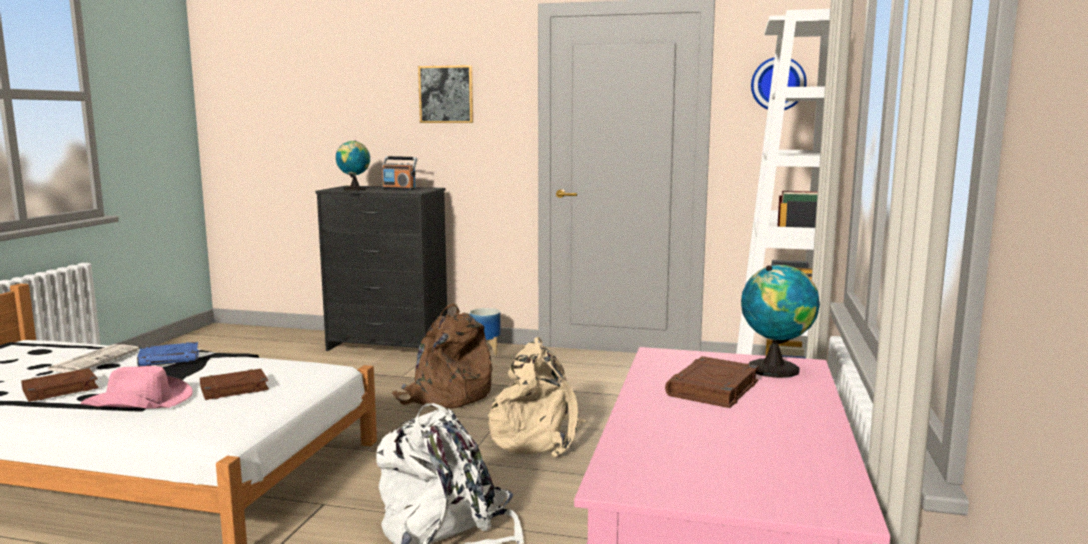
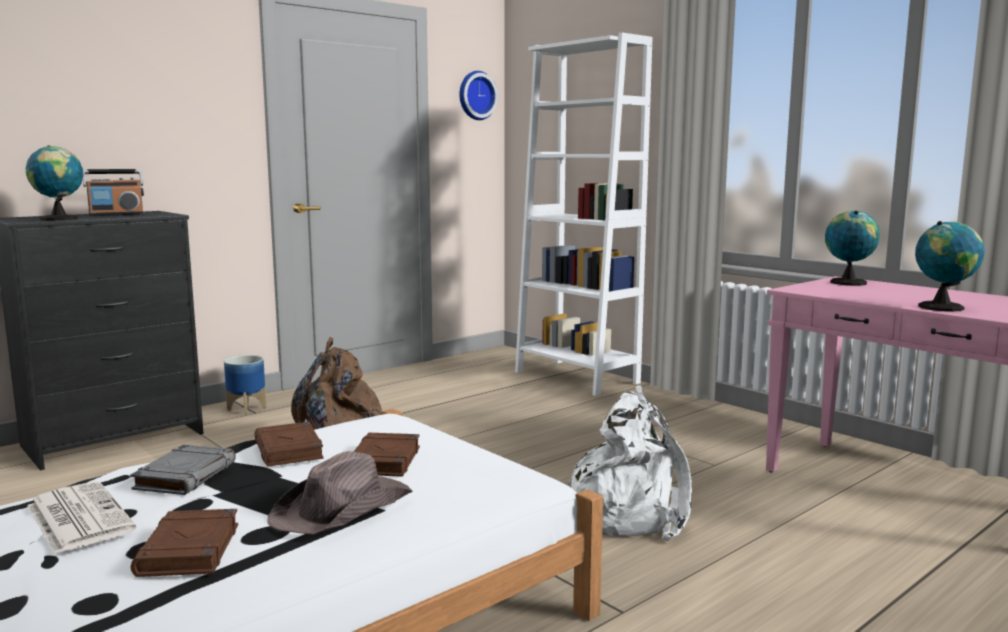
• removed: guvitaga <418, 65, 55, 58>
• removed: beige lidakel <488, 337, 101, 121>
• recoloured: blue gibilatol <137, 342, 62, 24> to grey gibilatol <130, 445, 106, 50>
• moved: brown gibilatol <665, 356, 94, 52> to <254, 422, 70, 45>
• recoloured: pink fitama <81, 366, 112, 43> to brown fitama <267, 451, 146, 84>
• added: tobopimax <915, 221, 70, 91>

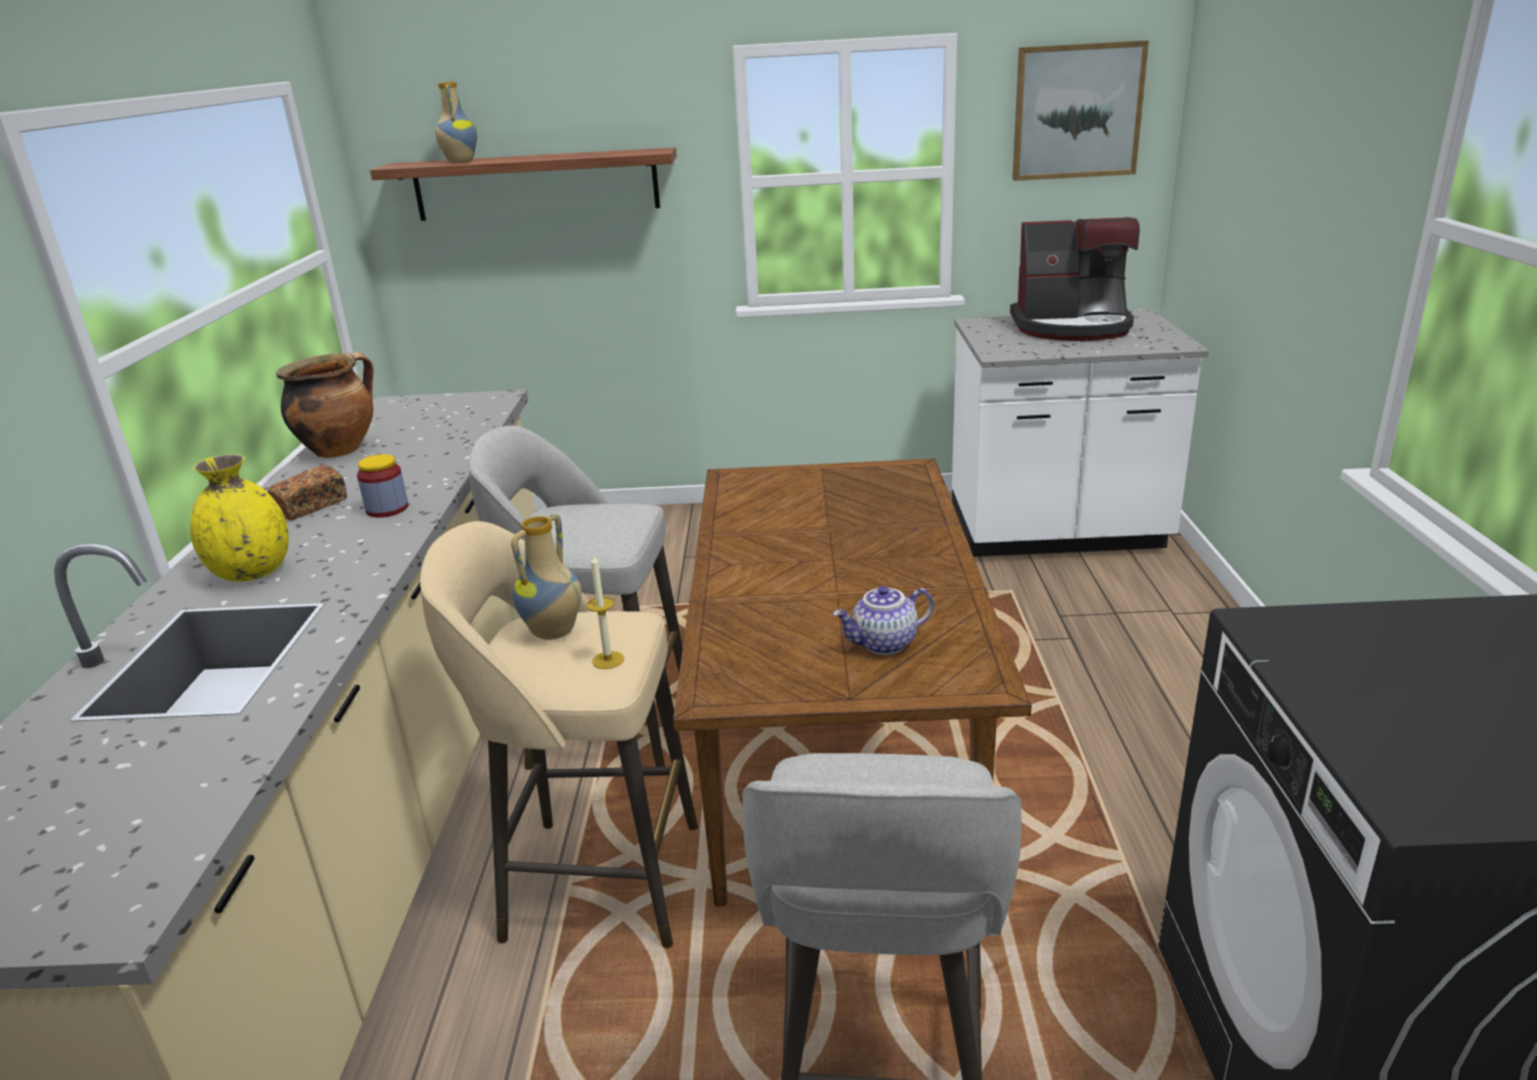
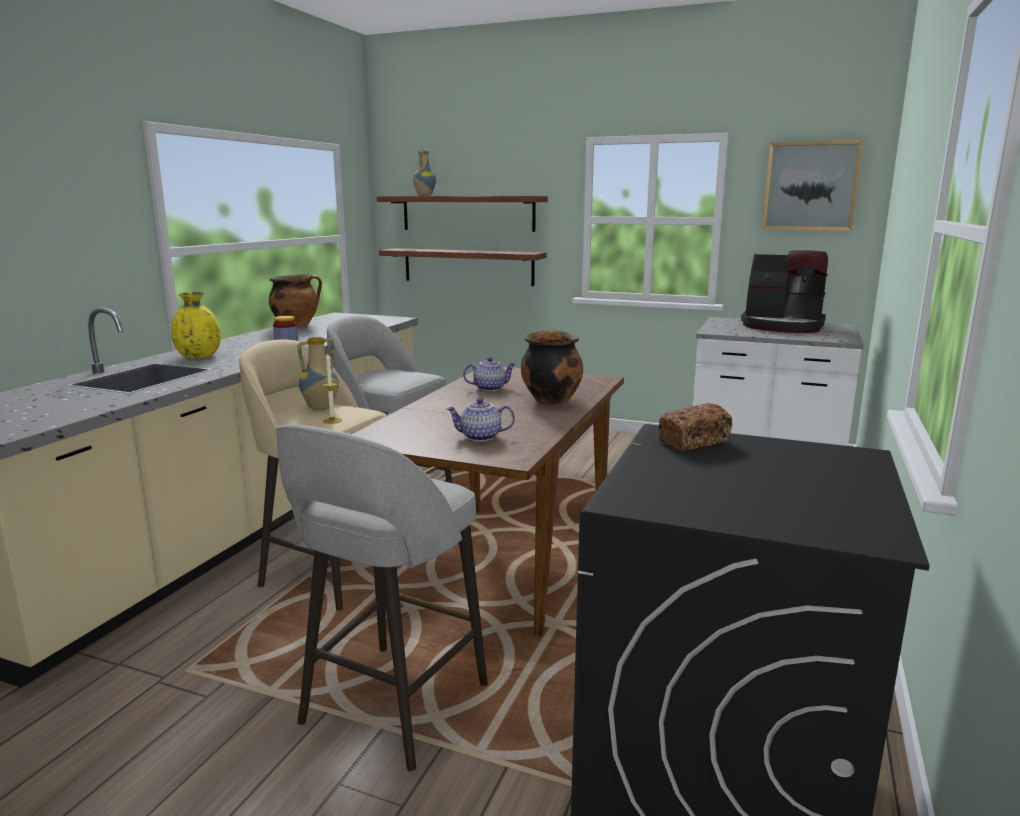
• moved: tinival <268, 465, 79, 55> to <658, 403, 75, 49>
• added: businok <379, 248, 168, 38>
• added: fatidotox <521, 329, 62, 77>
• added: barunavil <463, 357, 53, 34>

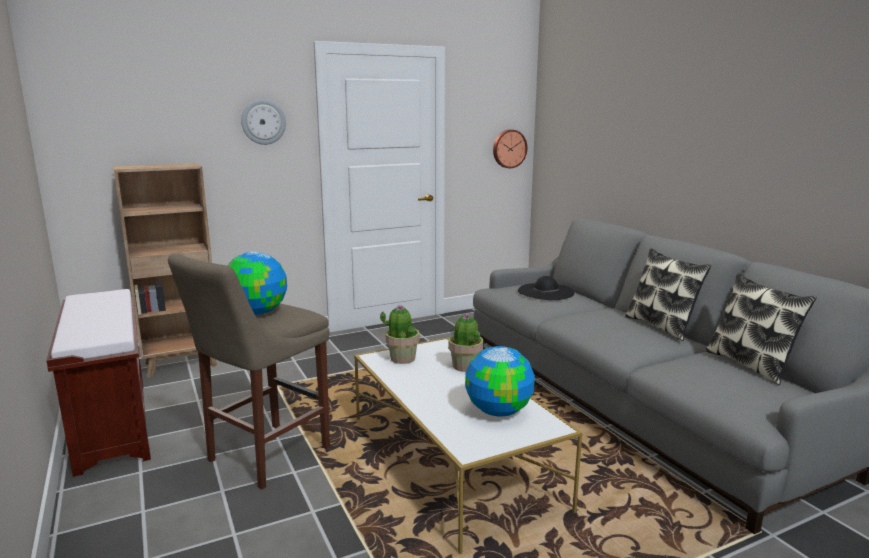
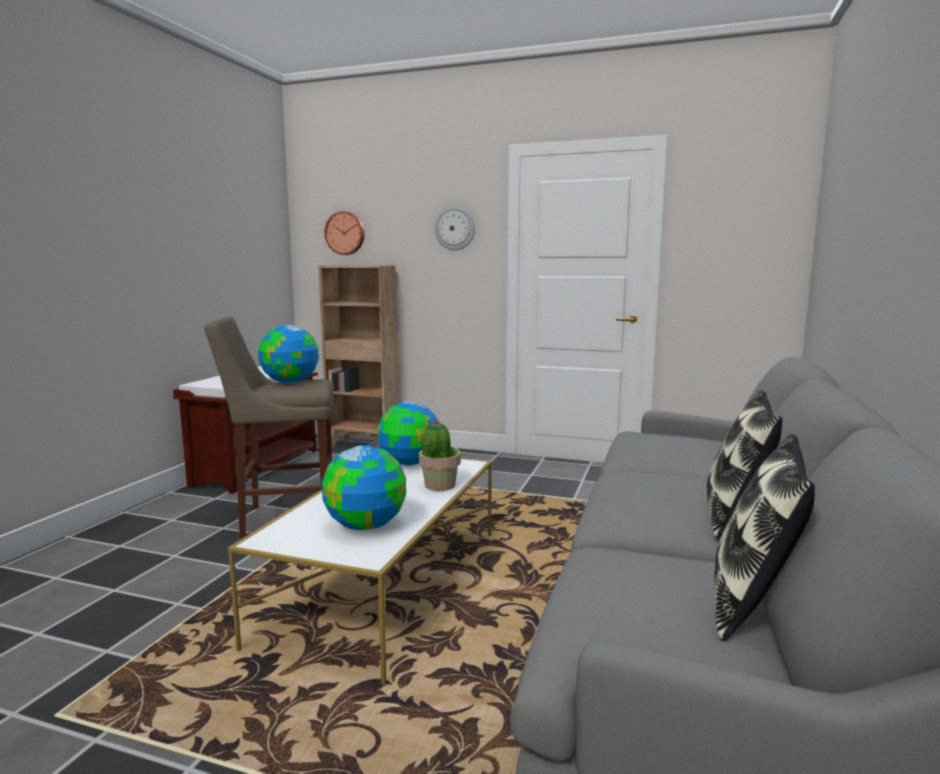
• moved: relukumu <493, 130, 34, 38> to <325, 211, 40, 44>
• removed: black fitama <518, 276, 56, 24>
• replaced: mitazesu <380, 304, 40, 60> to tobopimax <377, 402, 60, 64>

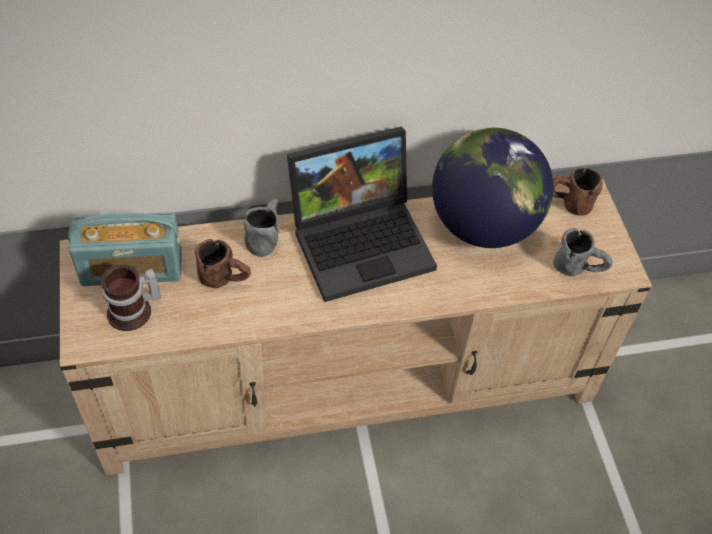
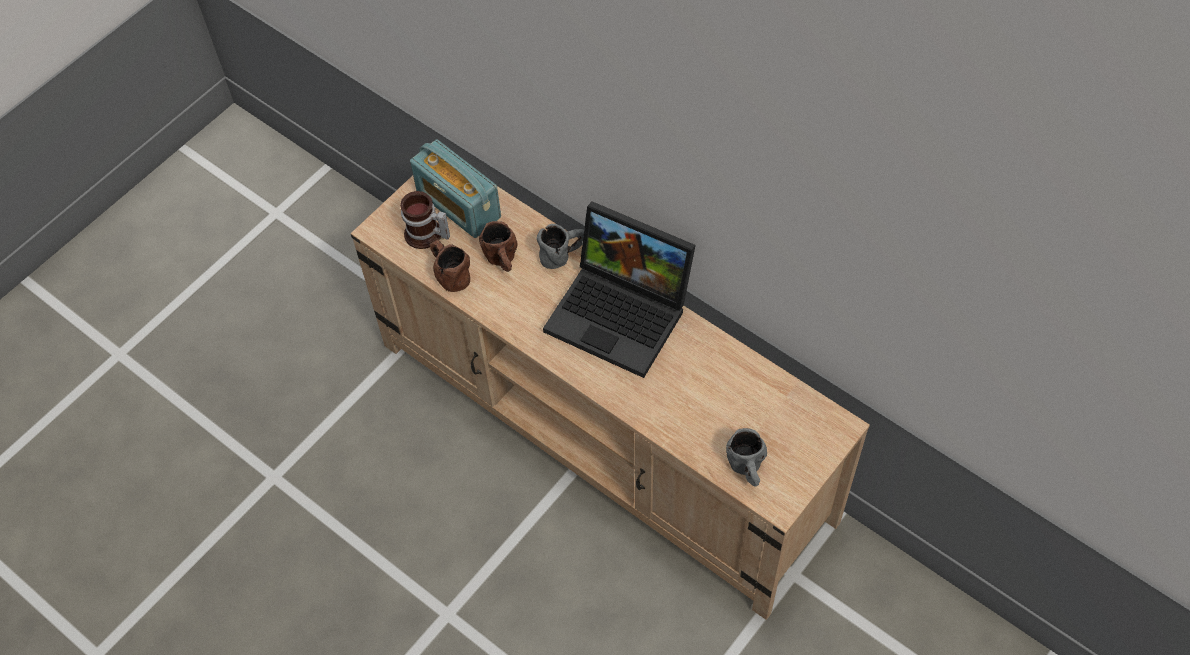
• removed: tobopimax <432, 128, 121, 120>
• moved: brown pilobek <553, 168, 50, 48> to <430, 239, 40, 53>

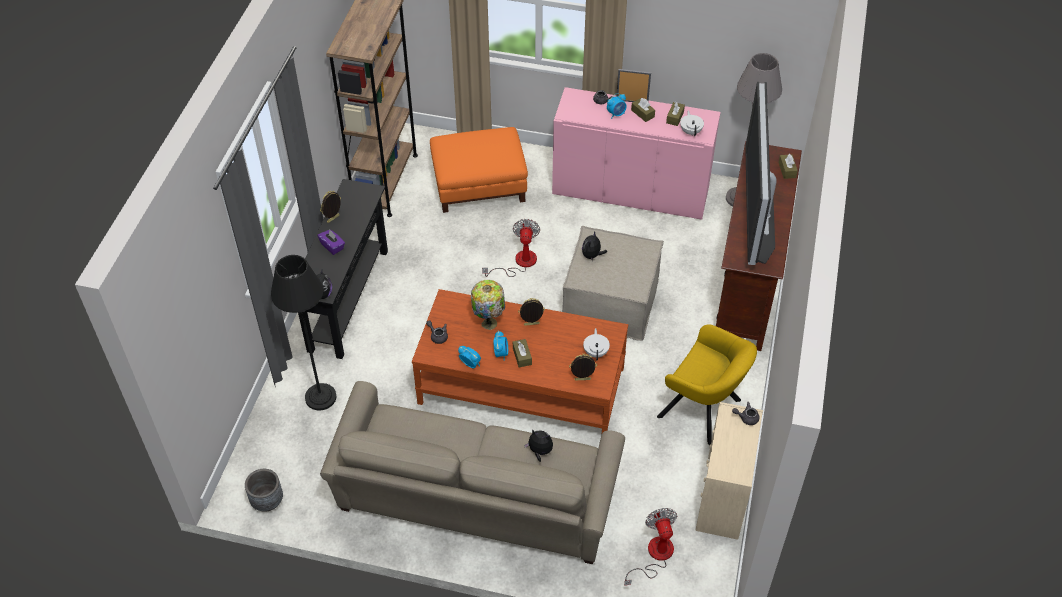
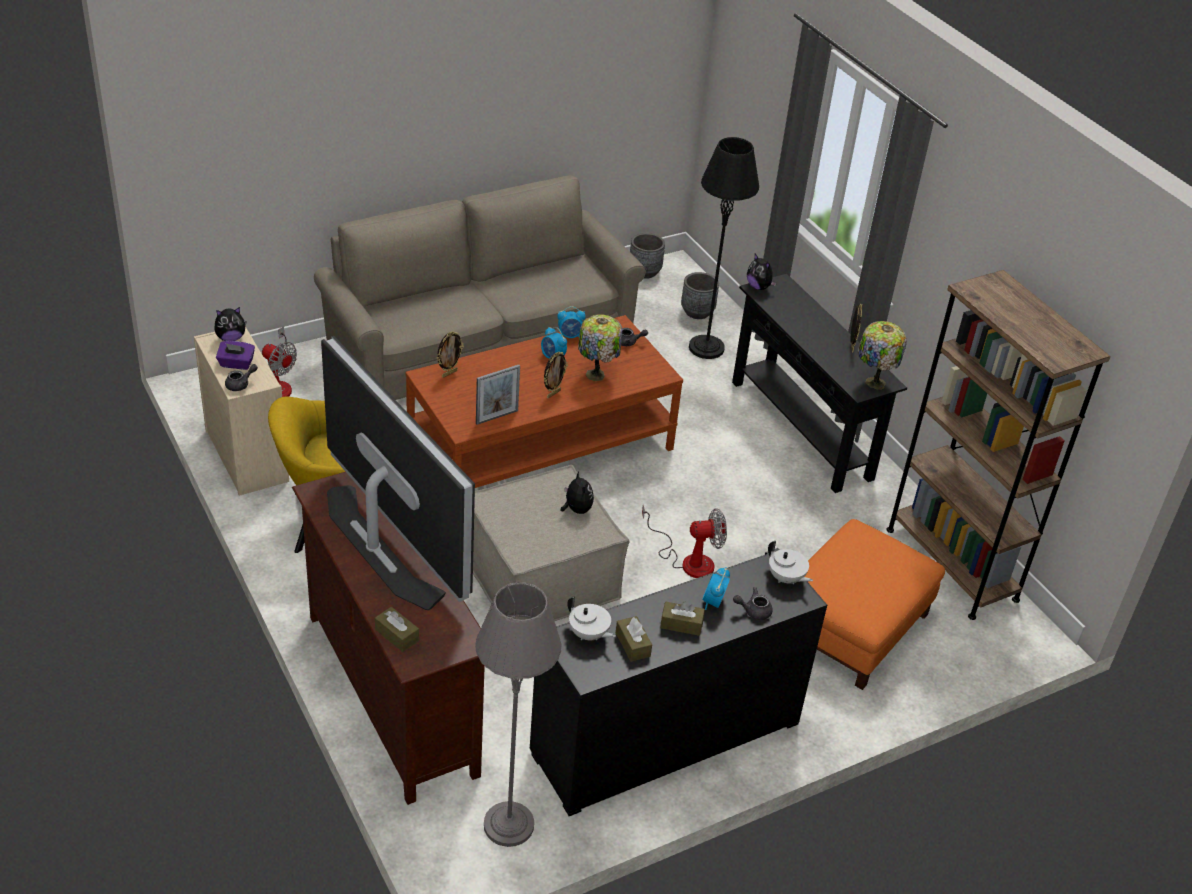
• moved: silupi <617, 69, 34, 33> to <476, 365, 44, 60>
• recoloured: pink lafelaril <552, 87, 169, 133> to black lafelaril <530, 548, 297, 268>
• turned: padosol <482, 219, 58, 58> = <642, 505, 85, 73> 60 degrees counterclockwise
• moved: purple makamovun <318, 230, 27, 25> to <216, 341, 39, 29>
• moved: white barunavil <583, 328, 27, 32> to <768, 541, 45, 43>
• removed: brown makamovun <513, 339, 19, 29>
• moved: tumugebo <524, 429, 29, 33> to <214, 307, 33, 34>
• added: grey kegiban <681, 272, 38, 47>
• added: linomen <858, 321, 49, 69>

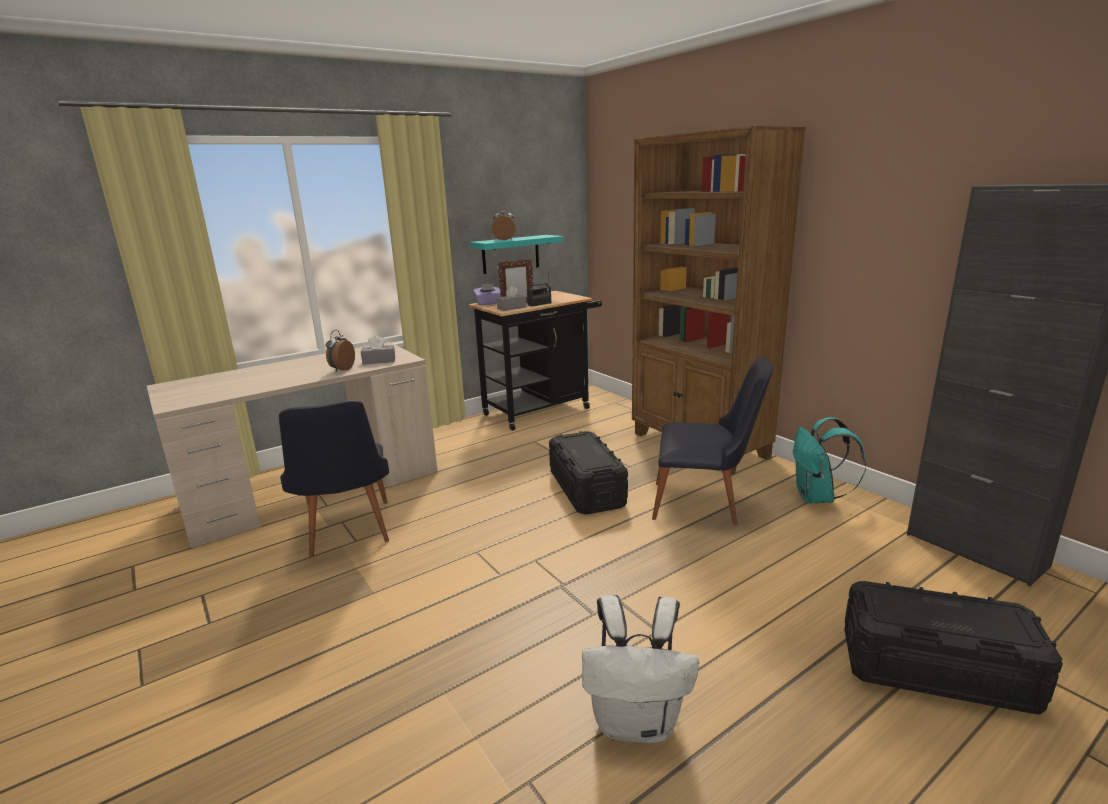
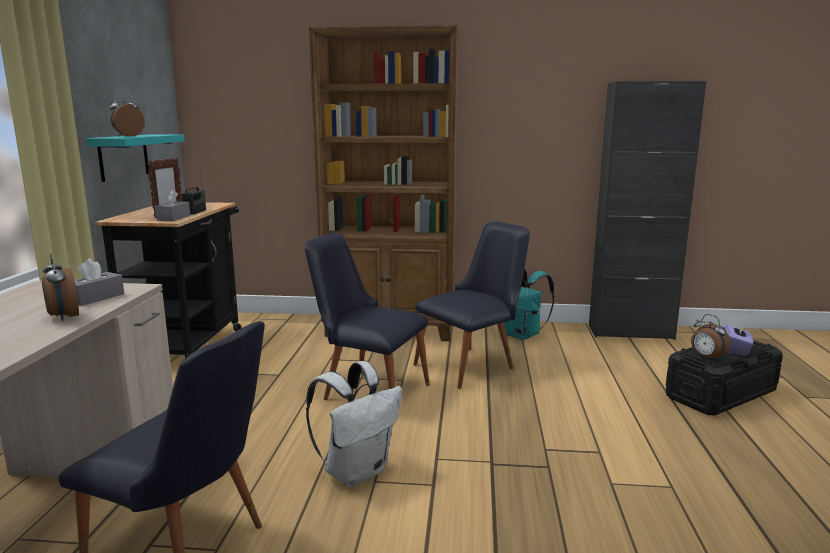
• moved: purple makamovun <473, 283, 28, 22> to <725, 323, 28, 33>
• replaced: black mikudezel <549, 431, 79, 84> to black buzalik <305, 233, 125, 167>
• moved: white lidakel <582, 595, 117, 148> to <306, 361, 96, 125>
• added: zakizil <691, 314, 39, 47>

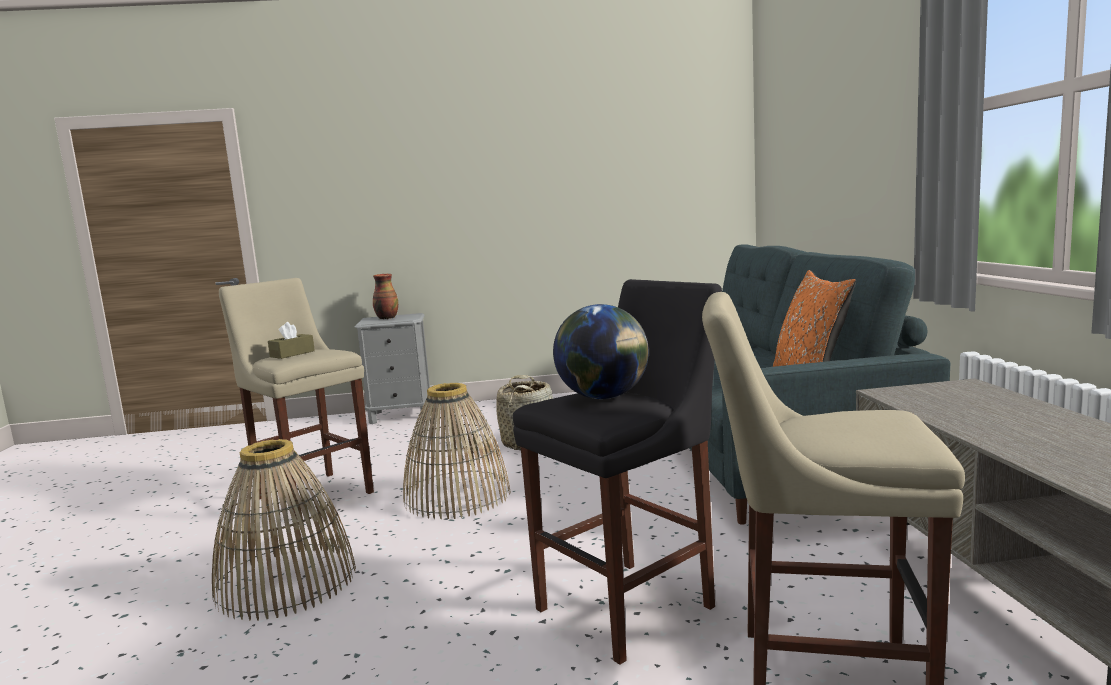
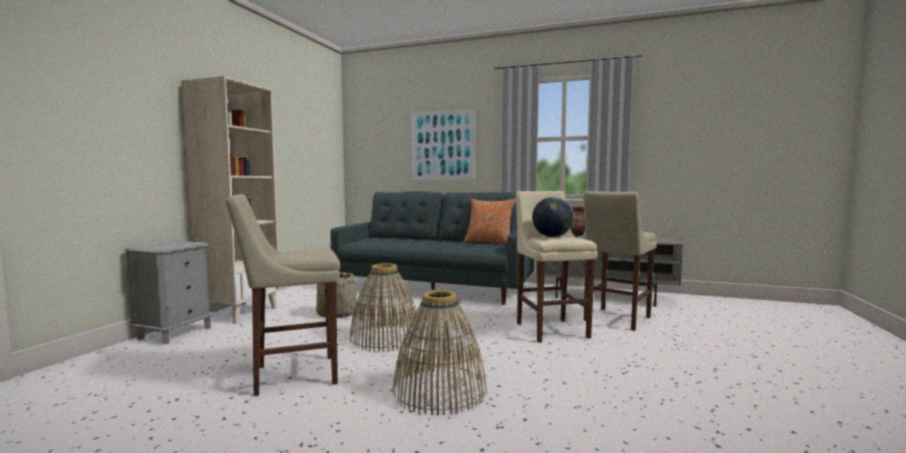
• moved: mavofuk <373, 274, 25, 45> to <570, 206, 15, 30>
• recoloured: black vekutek <513, 279, 209, 386> to beige vekutek <516, 191, 82, 152>
• removed: brown makamovun <268, 322, 47, 37>
• added: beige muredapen <181, 76, 99, 248>
• added: guvitaga <411, 109, 64, 71>

